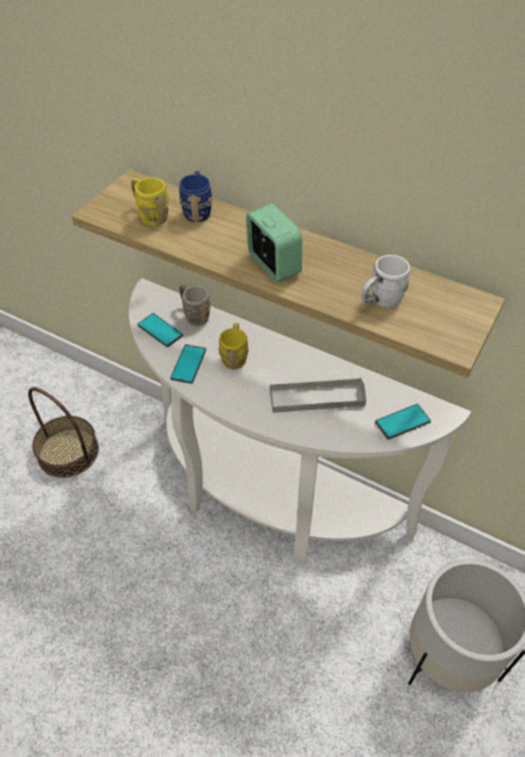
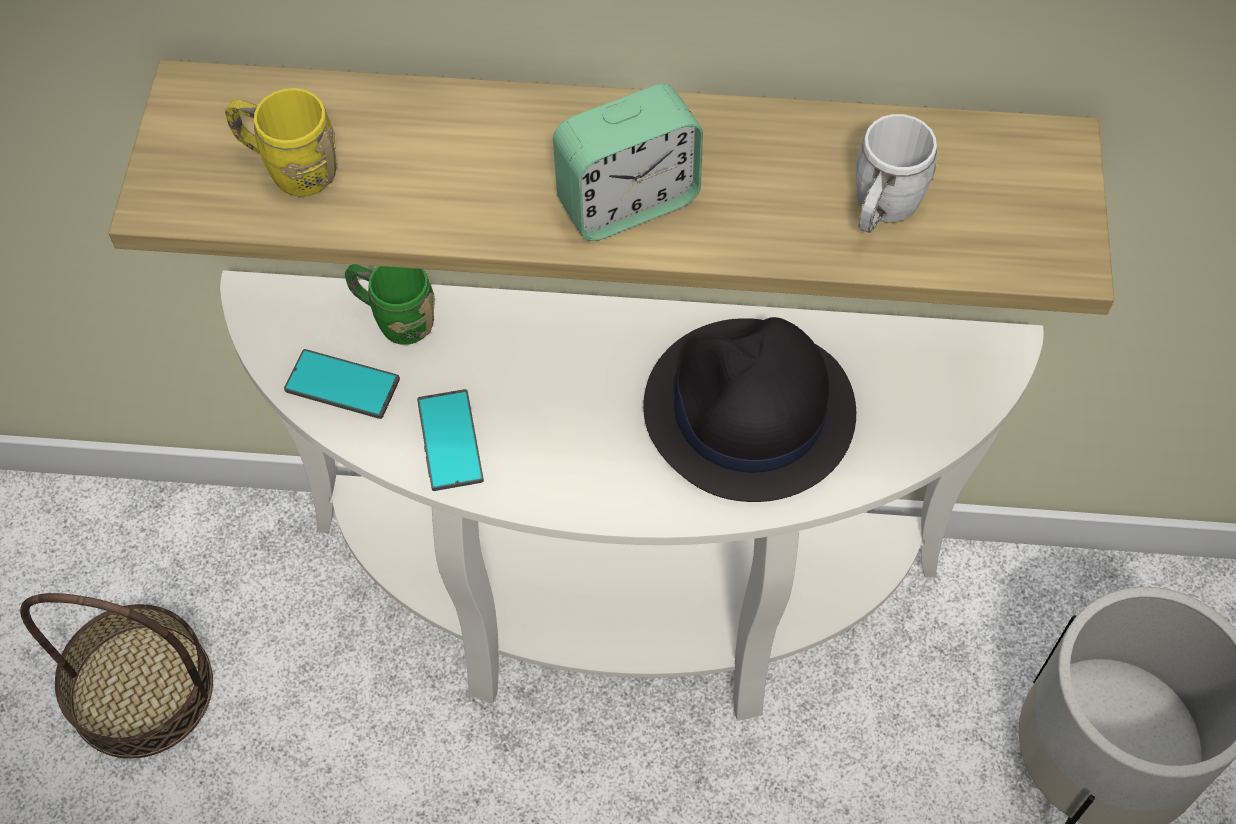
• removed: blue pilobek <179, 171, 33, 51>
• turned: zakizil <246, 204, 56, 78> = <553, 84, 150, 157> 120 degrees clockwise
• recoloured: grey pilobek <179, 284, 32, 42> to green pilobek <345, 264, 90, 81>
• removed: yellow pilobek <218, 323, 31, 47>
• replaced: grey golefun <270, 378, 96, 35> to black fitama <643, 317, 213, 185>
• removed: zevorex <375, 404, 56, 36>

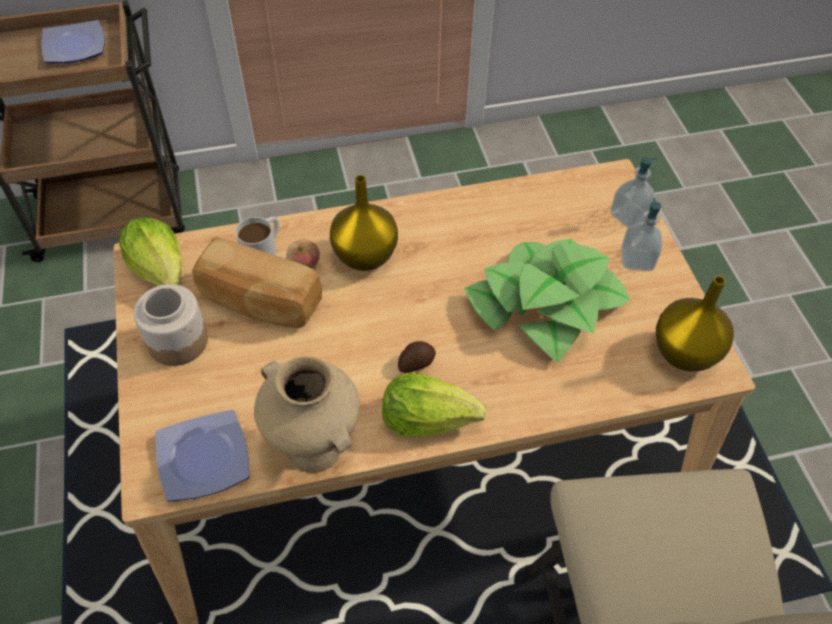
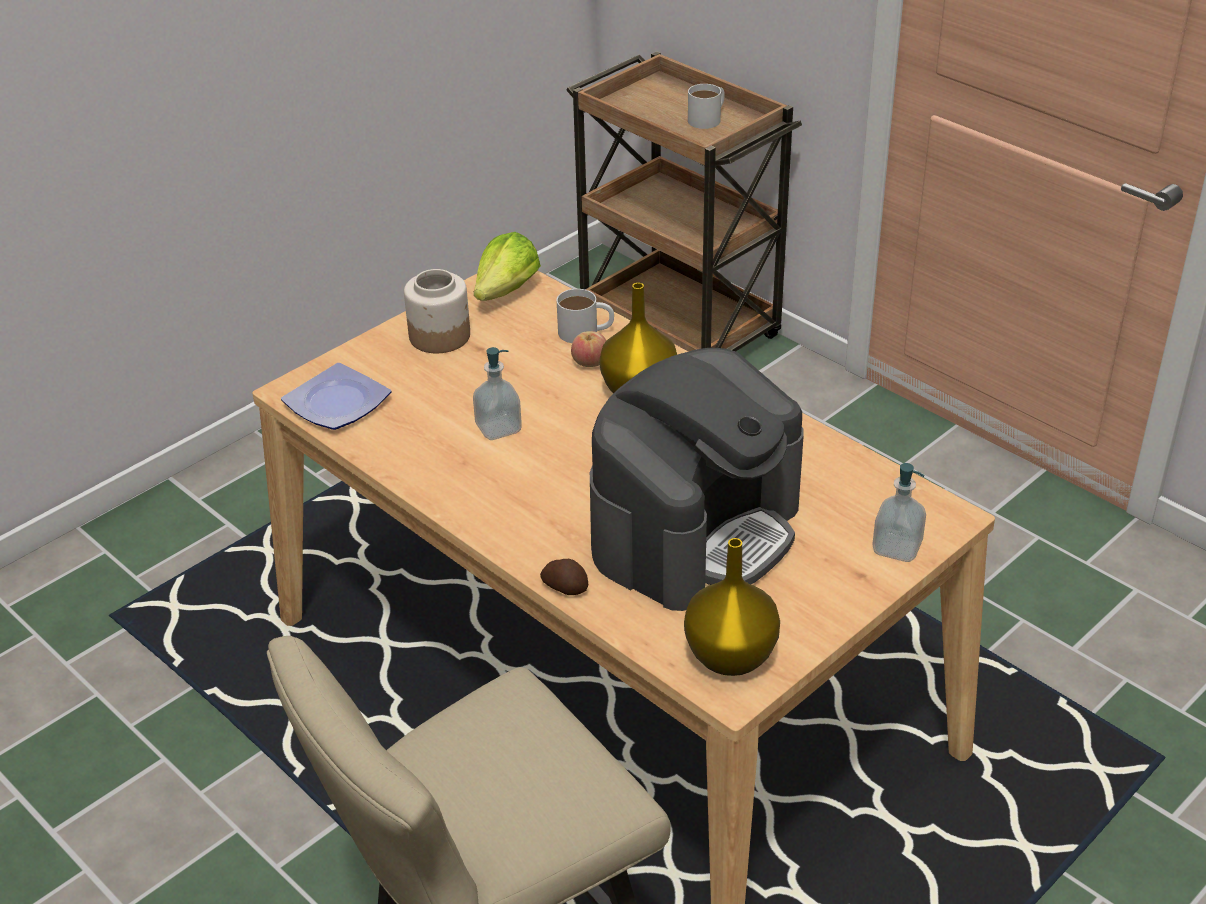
• replaced: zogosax <41, 20, 64, 43> to white pilobek <688, 84, 37, 45>
• moved: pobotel <621, 198, 41, 73> to <473, 347, 49, 93>
• removed: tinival <192, 237, 130, 91>
• replaced: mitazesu <464, 239, 167, 124> to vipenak <590, 348, 214, 263>
• moved: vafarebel <398, 341, 38, 32> to <540, 559, 48, 36>
• removed: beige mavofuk <254, 356, 106, 117>
• removed: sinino <382, 372, 105, 65>

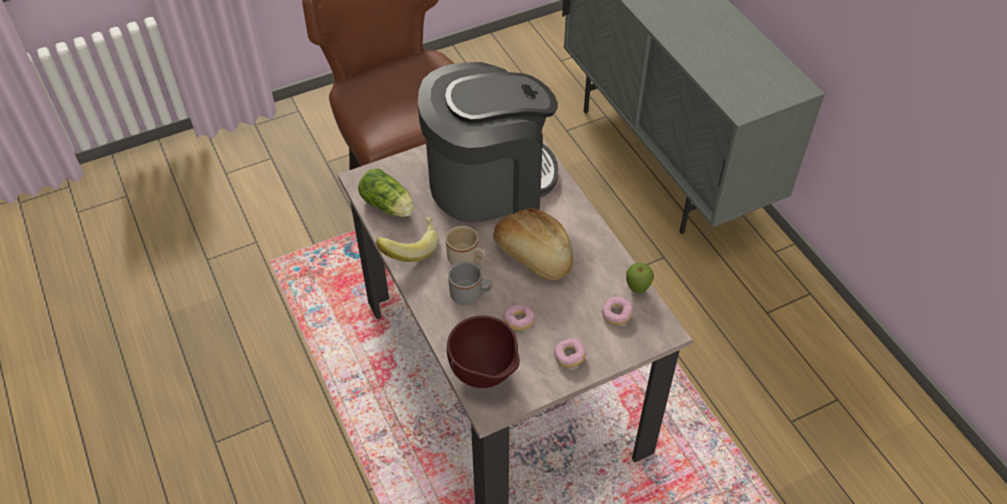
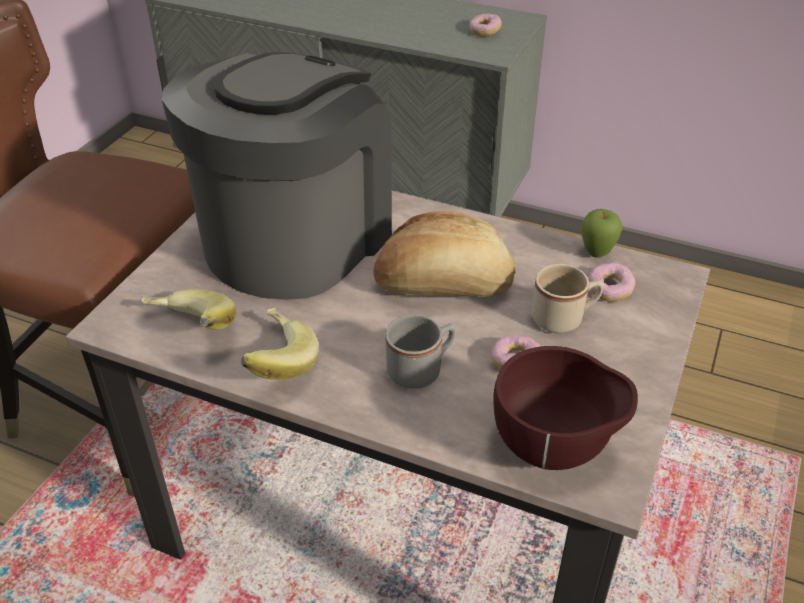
• replaced: sinino <358, 169, 56, 48> to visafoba <141, 289, 95, 41>
• moved: beige pilobek <445, 226, 40, 39> to <532, 264, 71, 69>
• moved: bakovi <554, 338, 32, 30> to <469, 14, 33, 22>

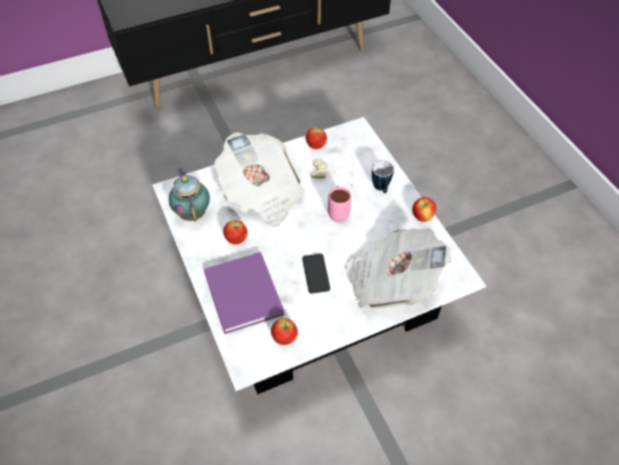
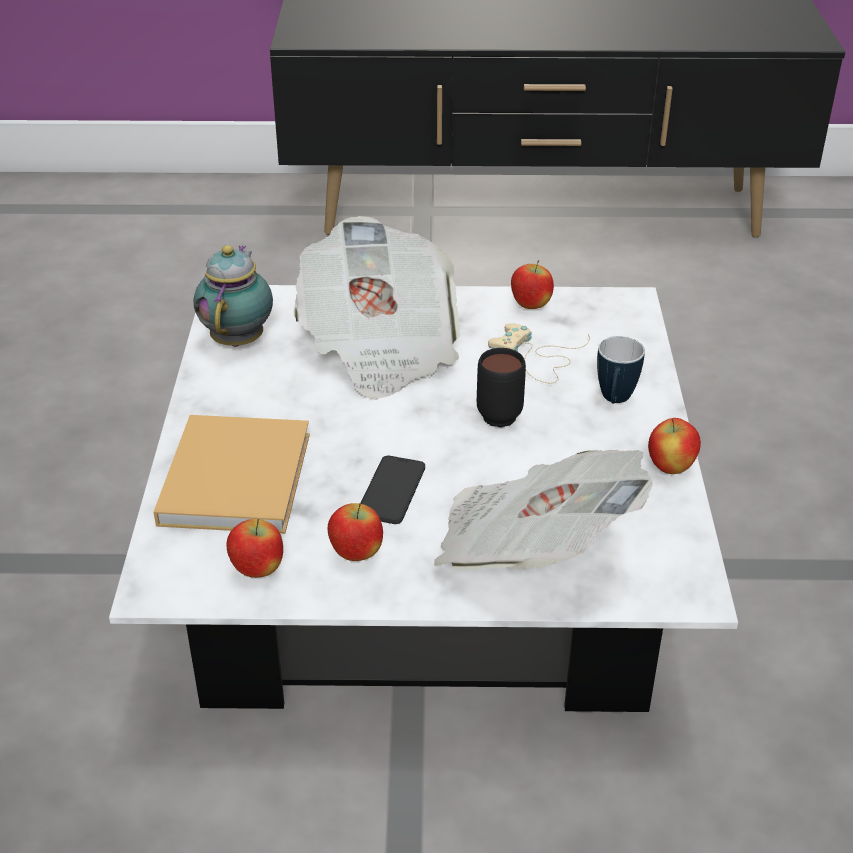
• recoloured: pink pilobek <328, 186, 23, 36> to black pilobek <477, 348, 49, 79>
• moved: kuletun <223, 220, 25, 24> to <328, 503, 55, 58>
• recoloured: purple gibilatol <204, 252, 80, 82> to beige gibilatol <154, 415, 156, 119>

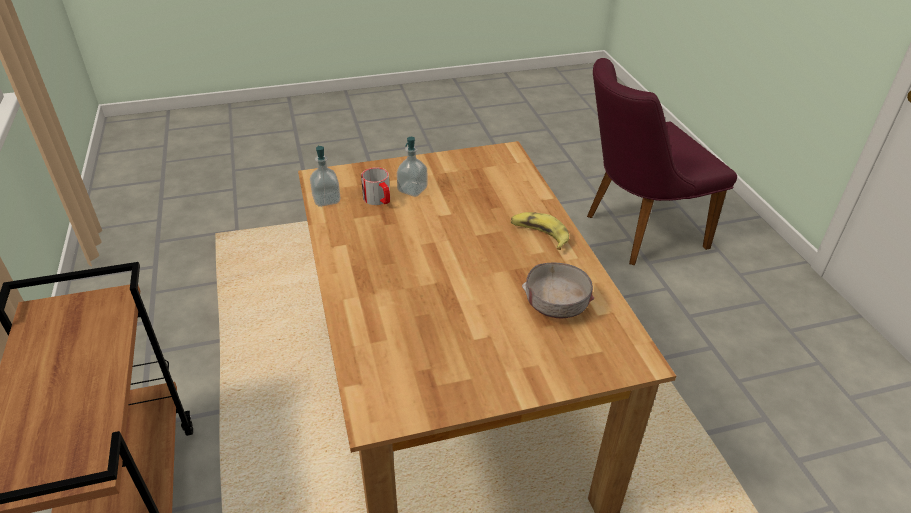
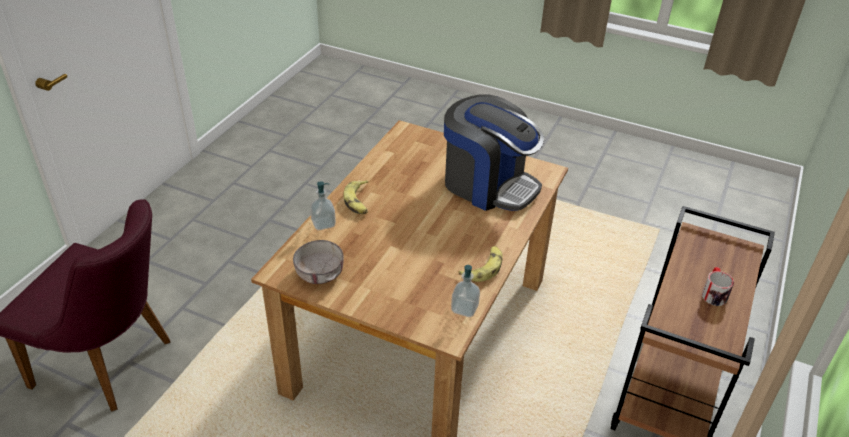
• moved: pobotel <397, 137, 31, 60> to <310, 181, 26, 49>
• moved: pilobek <361, 167, 29, 38> to <702, 267, 32, 39>
• moved: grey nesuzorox <522, 263, 72, 55> to <293, 240, 51, 44>
• added: vipenak <444, 94, 100, 117>
• added: visafoba <458, 246, 45, 36>

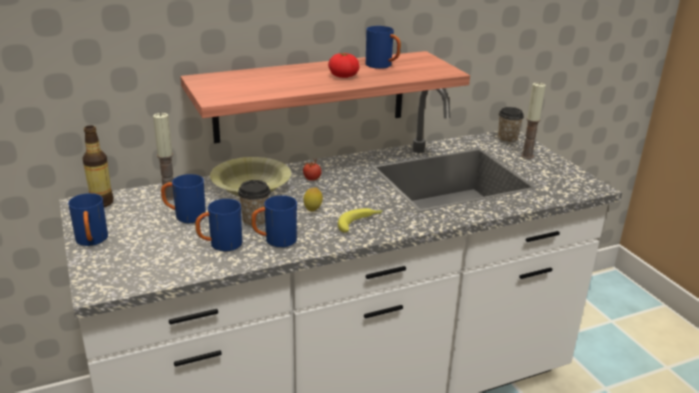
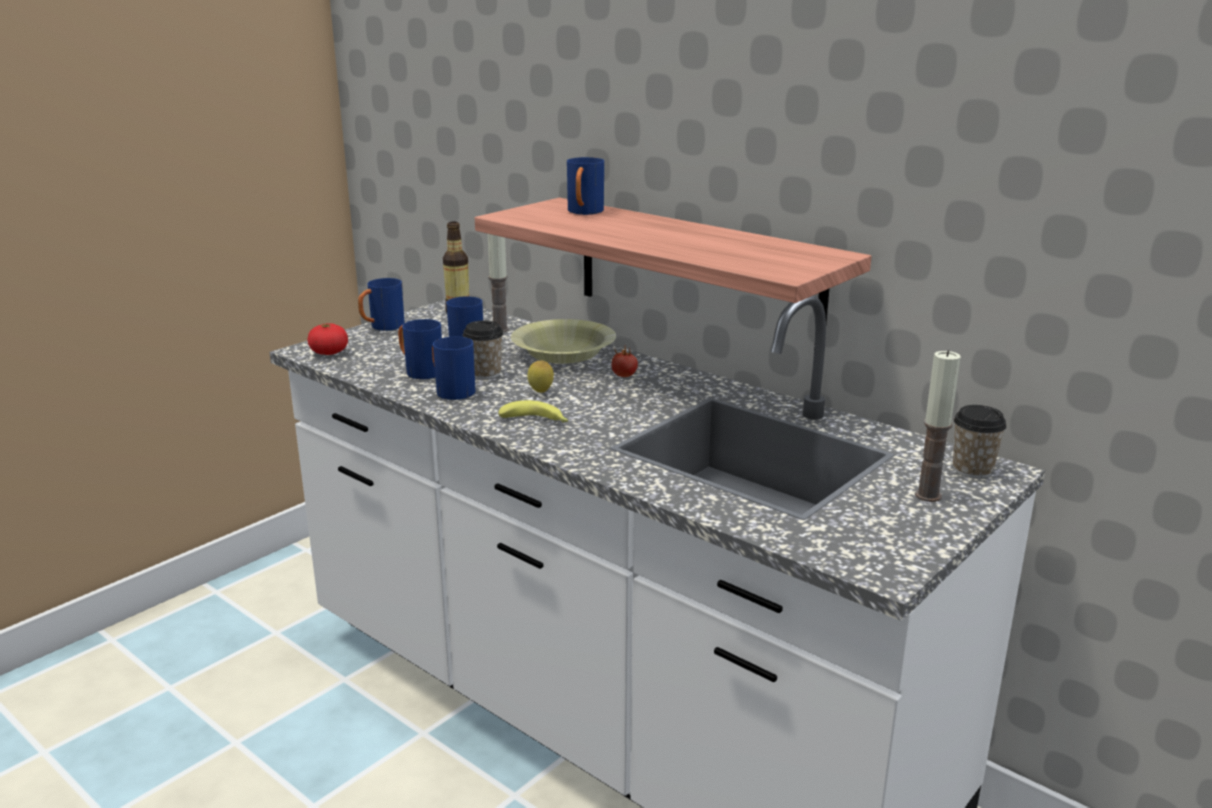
• moved: blue pilobek <366, 26, 35, 43> to <567, 157, 37, 58>
• moved: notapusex <328, 53, 31, 25> to <307, 323, 41, 32>

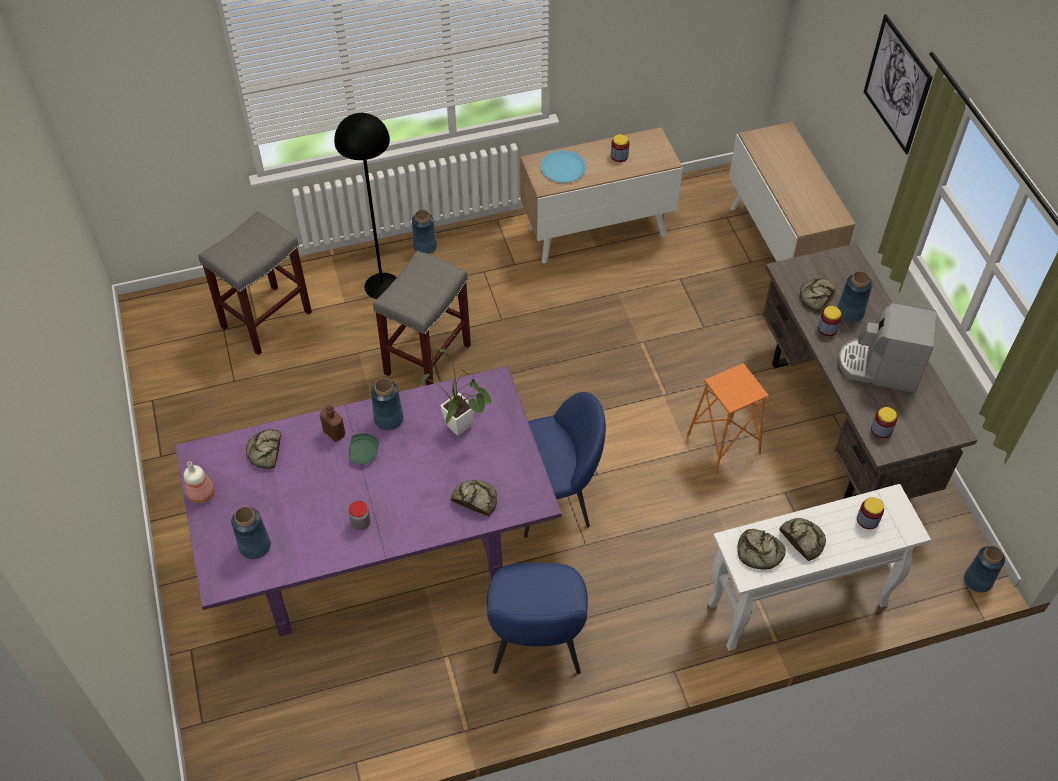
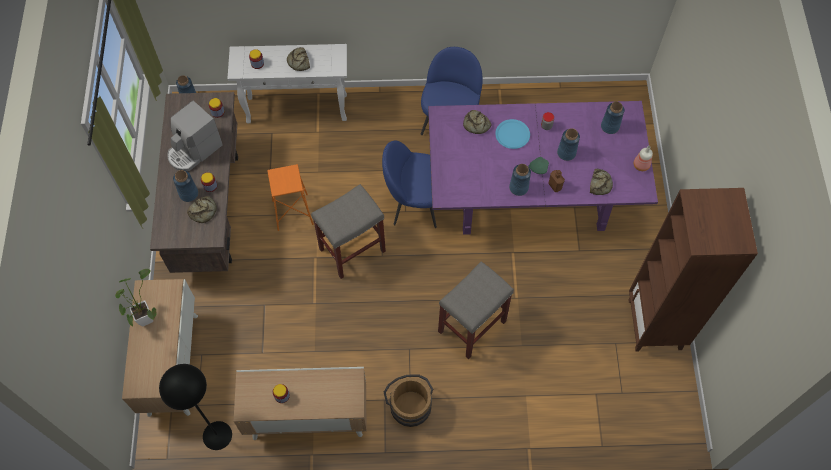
• removed: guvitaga <864, 14, 69, 141>
• moved: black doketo <334, 113, 63, 186> to <159, 364, 73, 86>
• moved: blue zogosax <540, 150, 46, 33> to <495, 119, 35, 30>
• moved: blue mavofuk <412, 210, 25, 44> to <557, 128, 23, 33>
• moved: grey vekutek <199, 211, 113, 144> to <311, 184, 75, 95>
• turned: vipenak <838, 302, 98, 91> = <167, 101, 56, 70> 105 degrees clockwise
• moved: mitazesu <419, 349, 74, 87> to <115, 269, 41, 58>
• removed: tinival <737, 529, 49, 41>
• added: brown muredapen <628, 188, 130, 164>
• added: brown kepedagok <384, 374, 49, 53>

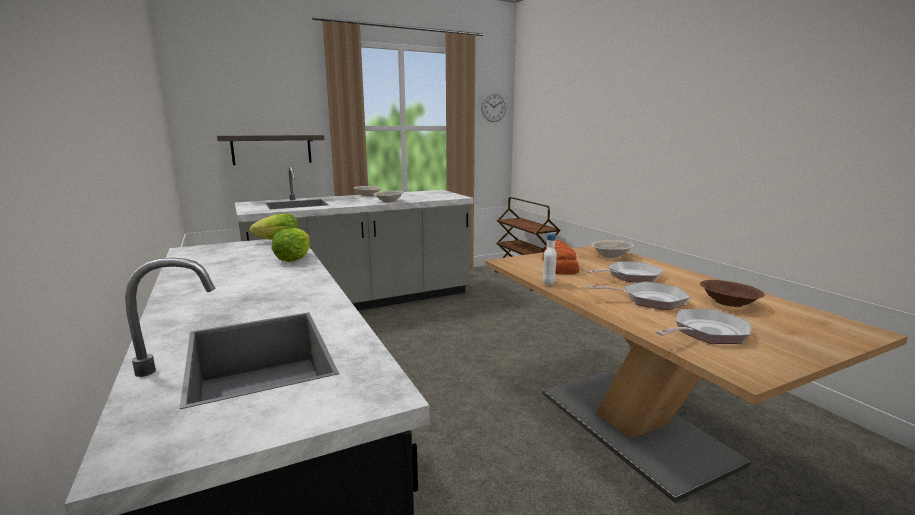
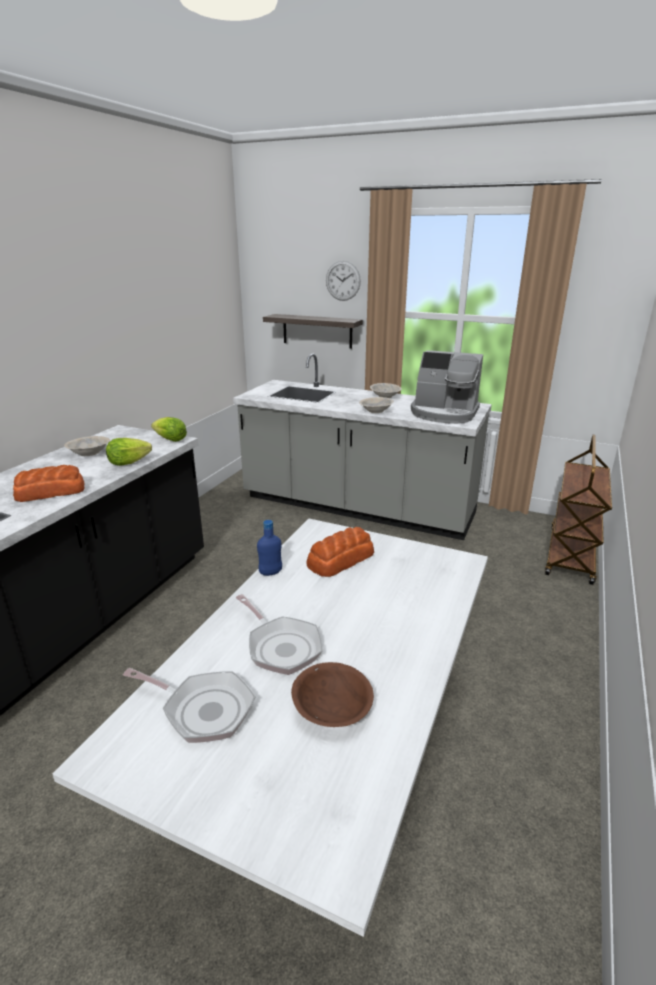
• moved: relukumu <481, 92, 25, 30> to <326, 261, 35, 40>
• recoloured: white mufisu <543, 234, 14, 52> to blue mufisu <257, 520, 25, 56>
• moved: beige nesuzorox <591, 240, 43, 18> to <64, 436, 46, 20>
• recoloured: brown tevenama <485, 246, 423, 257> to white tevenama <53, 519, 435, 418>
• removed: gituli <587, 262, 76, 20>
• added: vipenak <411, 350, 72, 74>
• added: tinival <13, 465, 72, 37>

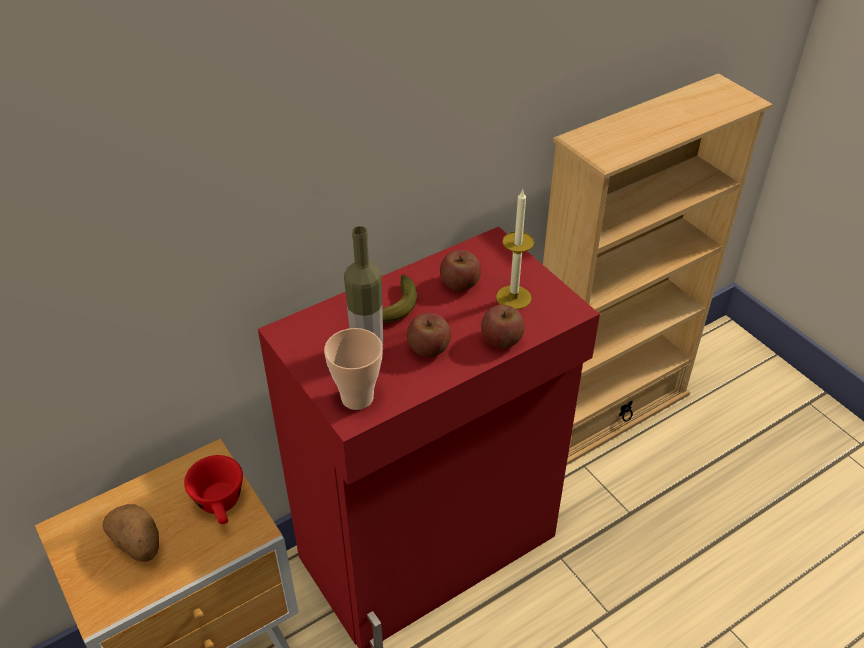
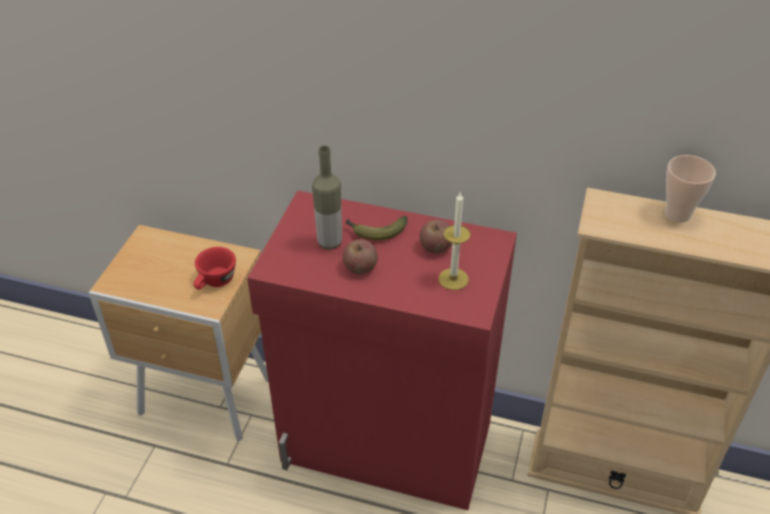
• removed: kuletun <481, 305, 44, 43>
• moved: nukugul <324, 328, 59, 82> to <665, 155, 51, 68>
• removed: vafarebel <103, 504, 56, 58>

